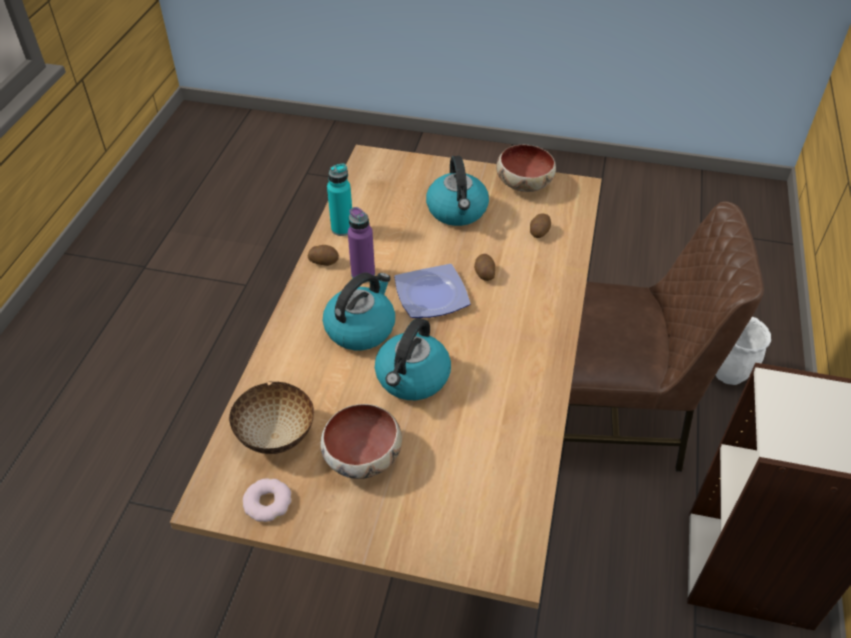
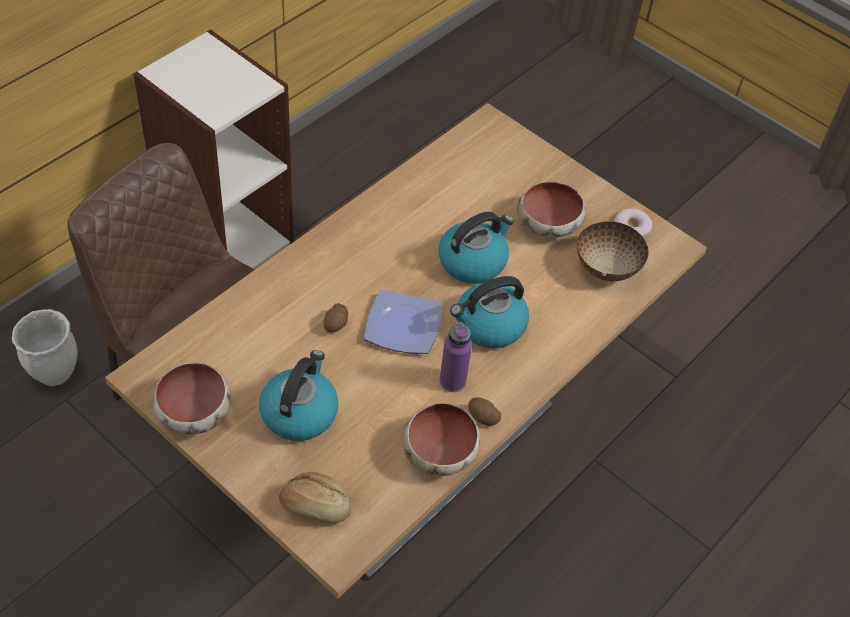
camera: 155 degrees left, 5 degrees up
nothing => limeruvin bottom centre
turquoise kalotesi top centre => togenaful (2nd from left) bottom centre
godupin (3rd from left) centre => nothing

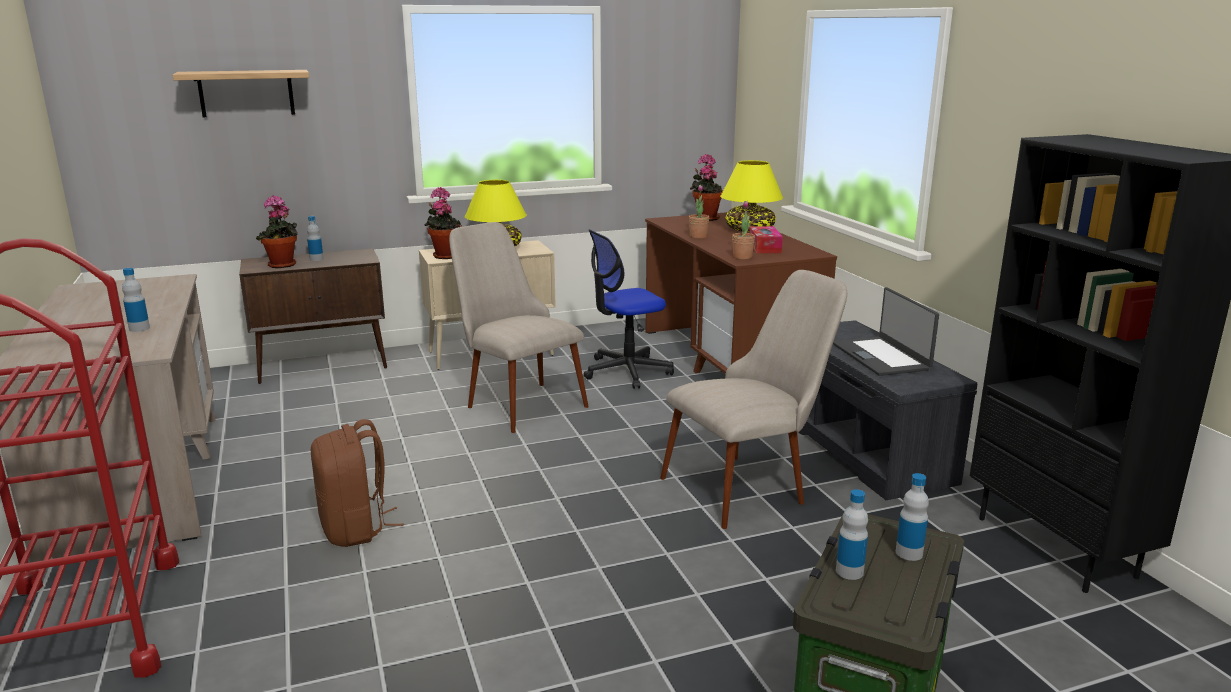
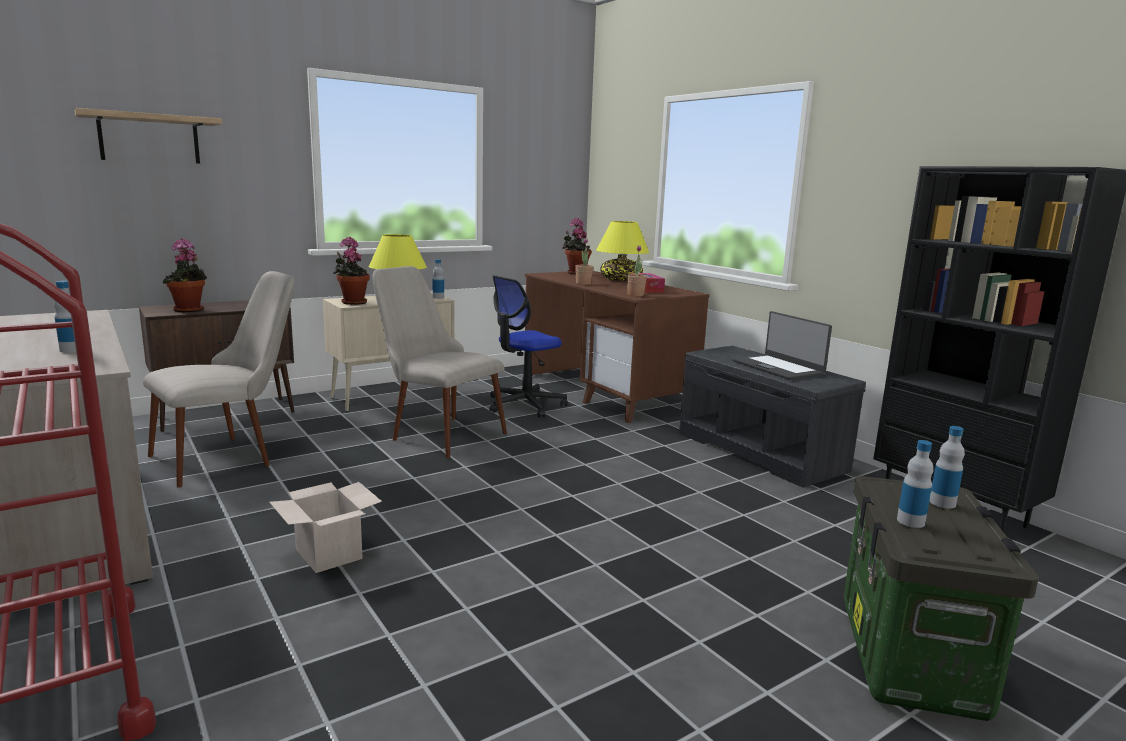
camera: 15 degrees left, 5 degrees down
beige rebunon (2nd from left in the first image) centre => beige rebunon (1st from left) middle left, moved
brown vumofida bottom left => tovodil bottom left
kalotesi (2nd from left) middle left => kalotesi (2nd from left) centre, moved

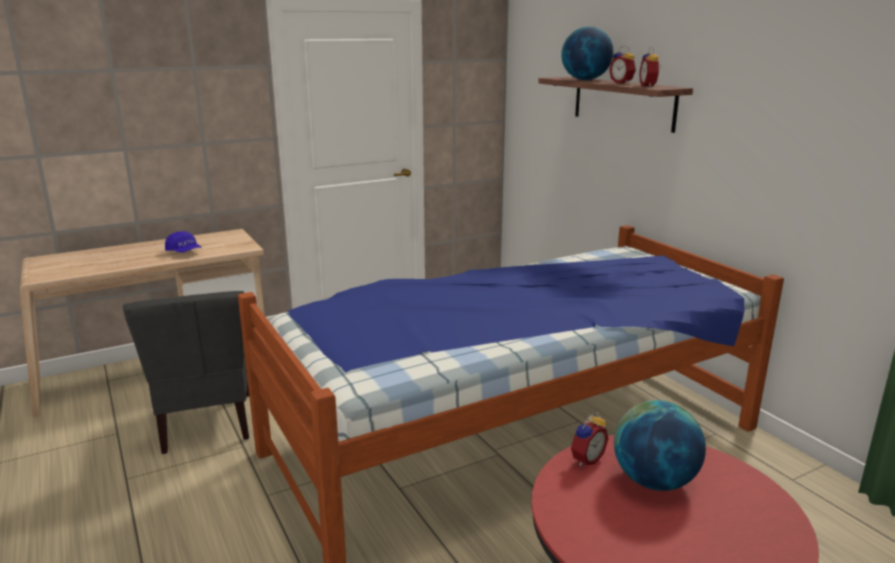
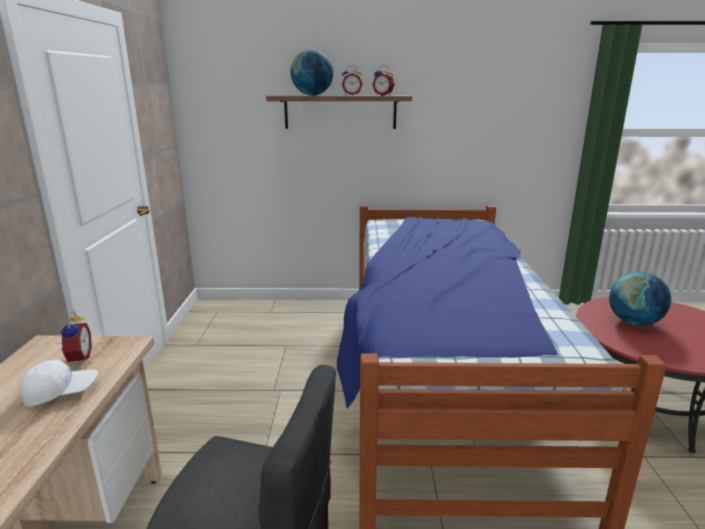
camera: 60 degrees left, 0 degrees up
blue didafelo middle left => white didafelo bottom left
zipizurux (1st from left) bottom centre => zipizurux (1st from left) middle left, moved

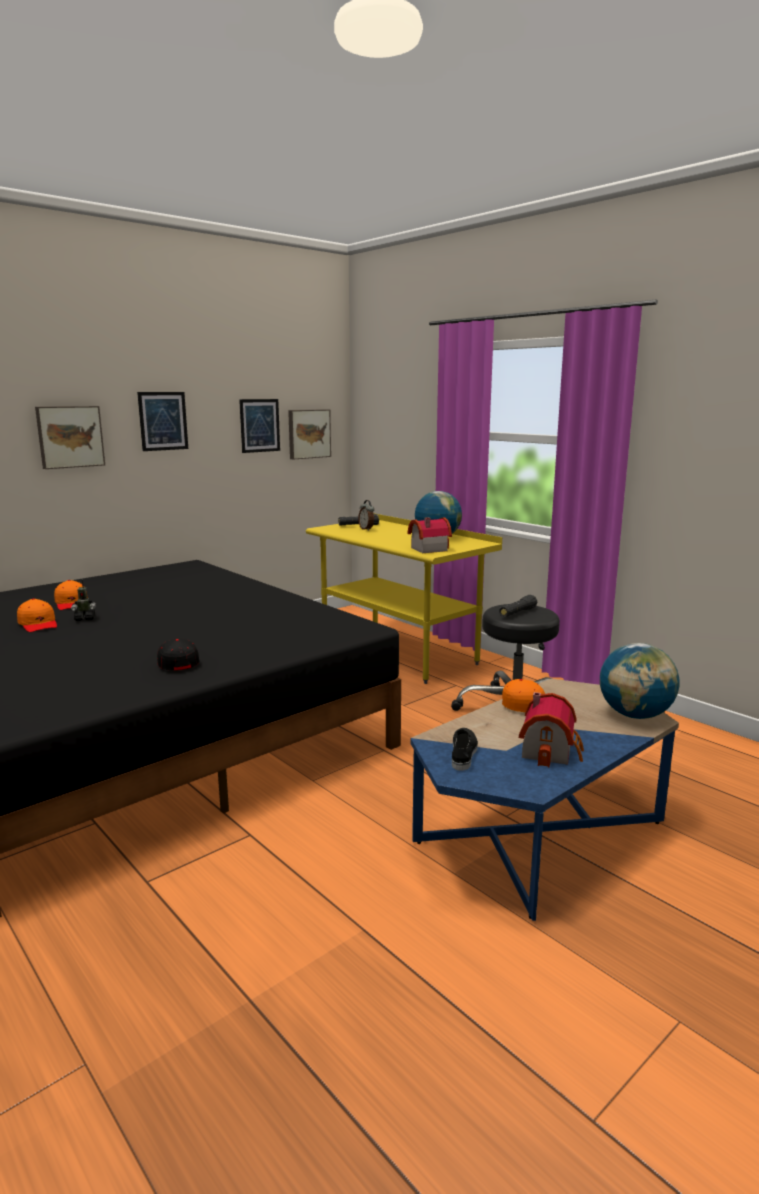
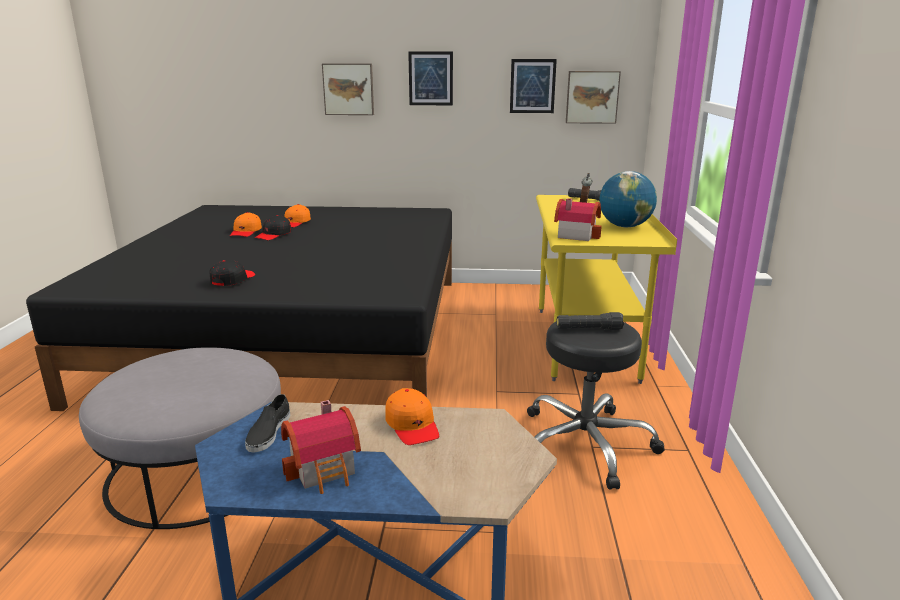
camera: 45 degrees right, 5 degrees up
nothing => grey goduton bottom left
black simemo centre => black simemo bottom left, 135 degrees clockwise
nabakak middle left => black didafelo (2nd from left) middle left
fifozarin (2nd from left) middle right => nothing

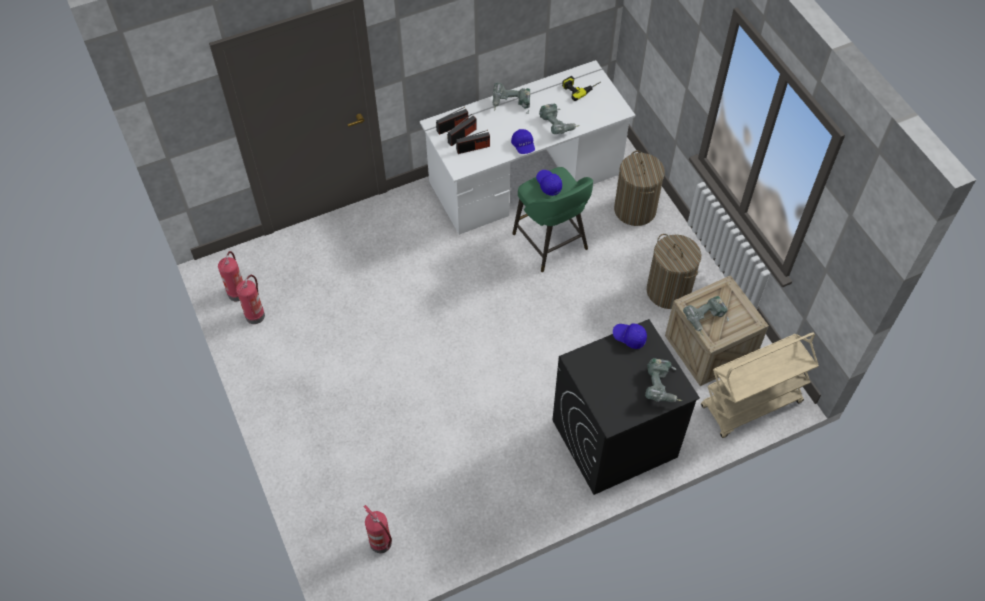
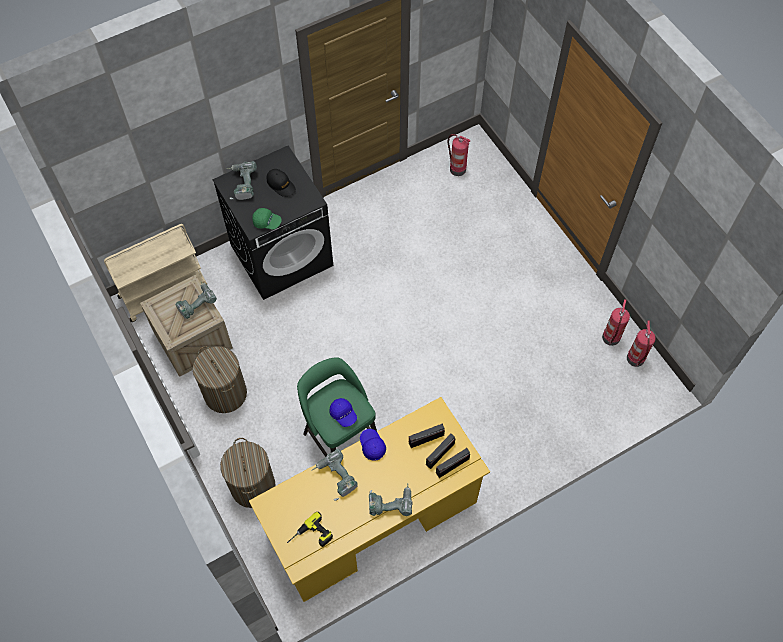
camera: 175 degrees right, 5 degrees up
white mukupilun top centre => yellow mukupilun bottom centre
blue didafelo (3rd from left) centre => green didafelo centre
nothing => black didafelo top centre

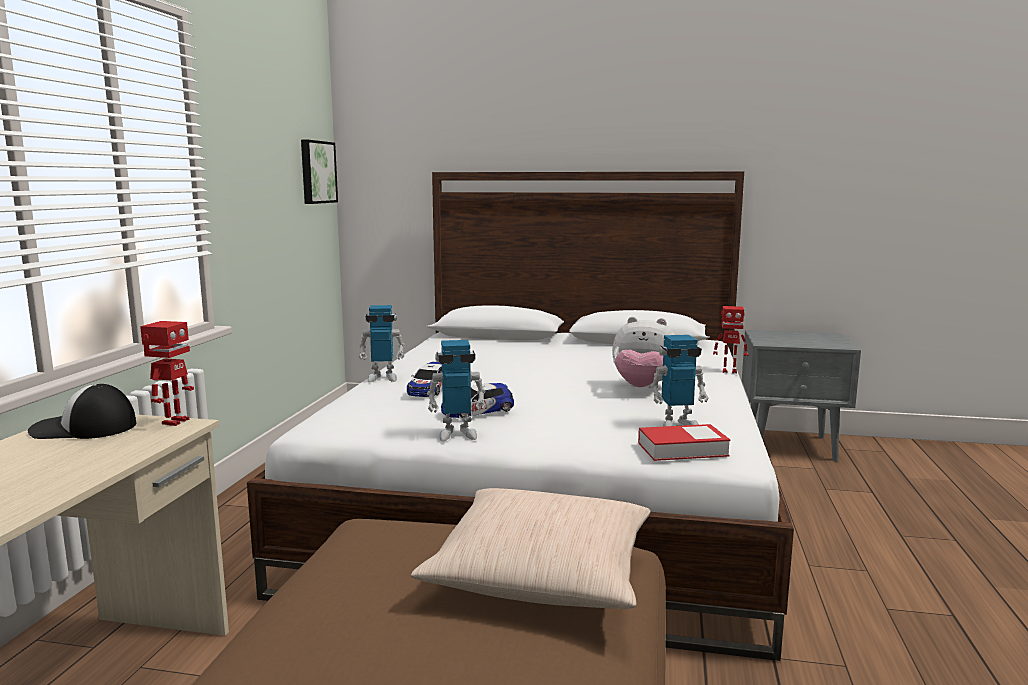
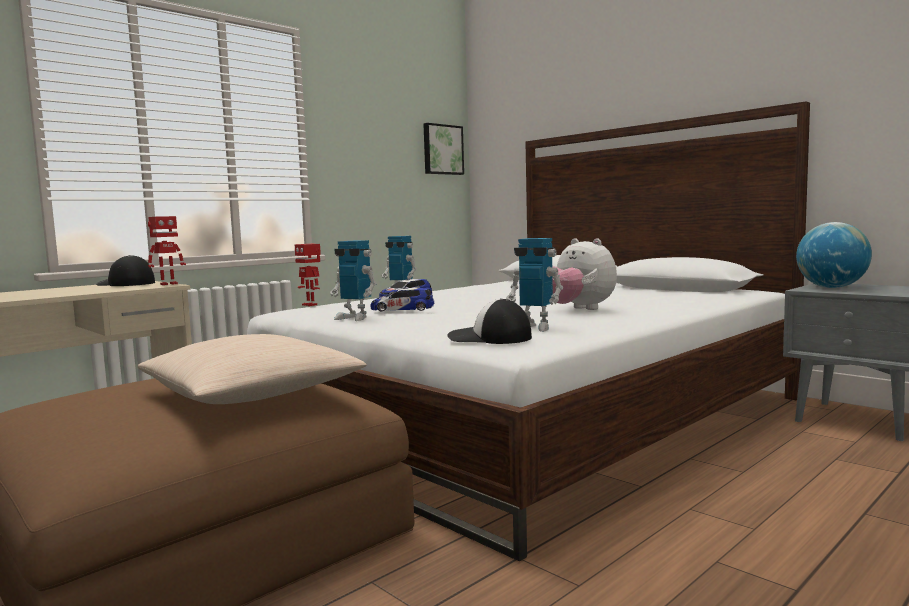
camera: 35 degrees right, 5 degrees down
nabakak (5th from left in the first image) middle right => nabakak (2nd from left) centre, moved
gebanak centre => didafelo (2nd from left) centre
nothing => fifozarin middle right

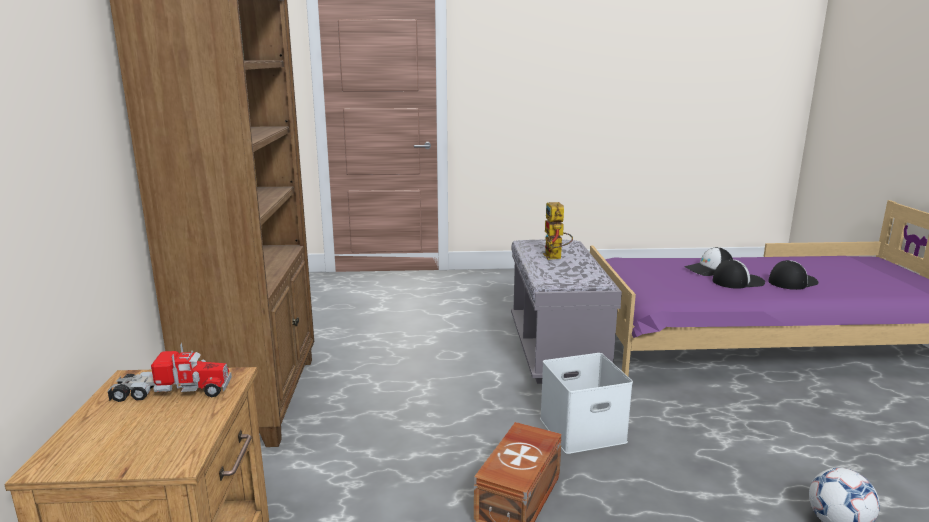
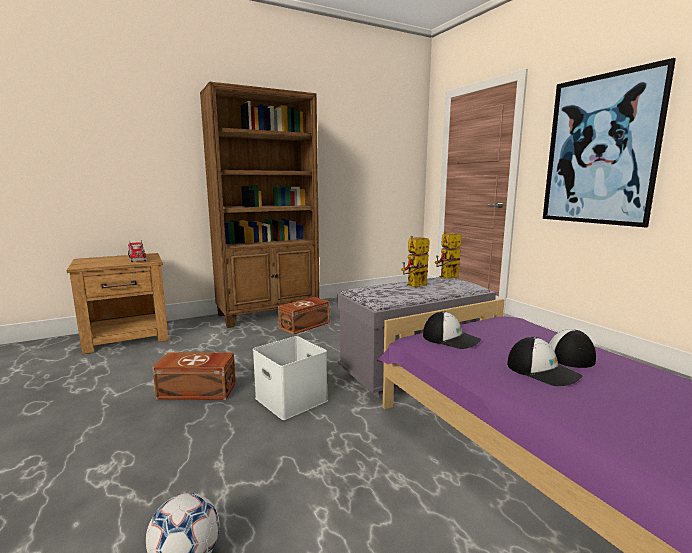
camera: 65 degrees right, 5 degrees down
nothing => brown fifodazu (2nd from left) centre
didafelo (3rd from left in the first image) middle right => didafelo (1st from left) centre, moved
nothing => nabakak (2nd from left) centre
nothing => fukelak top right

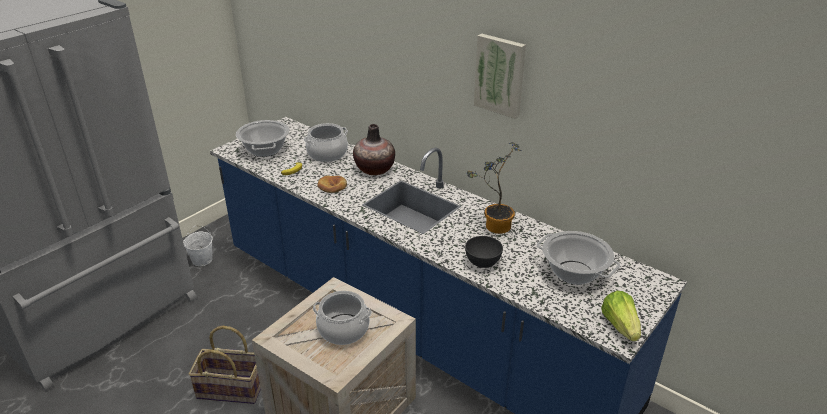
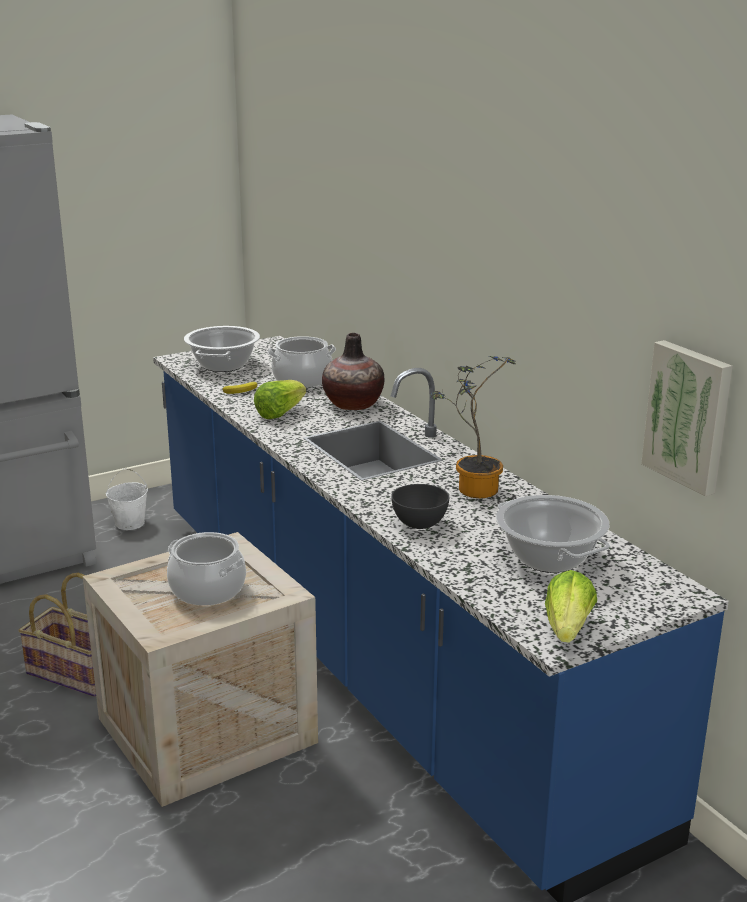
camera: 20 degrees right, 10 degrees down
limeruvin centre => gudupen (1st from left) centre
fukelak top centre => fukelak middle right, moved

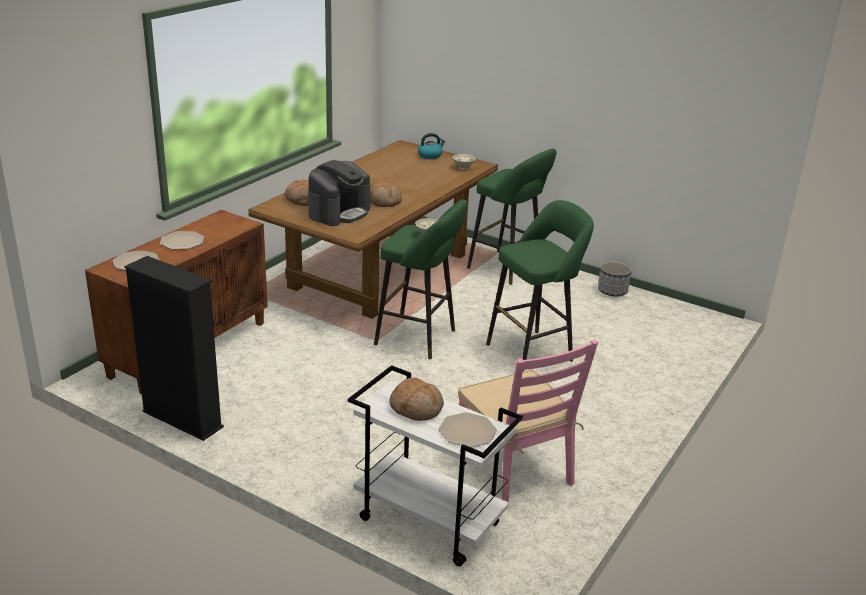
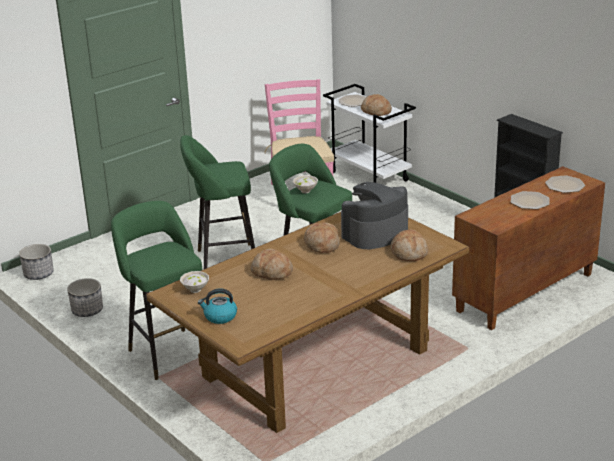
camera: 160 degrees left, 0 degrees up
nothing => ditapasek (1st from left) middle left
nothing => limeruvin (1st from left) centre

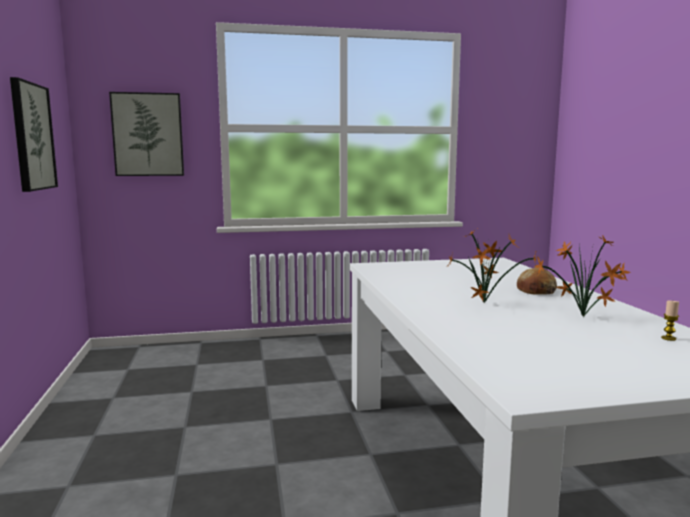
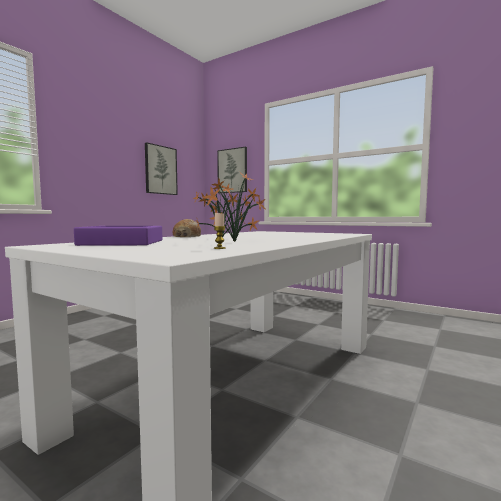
camera: 45 degrees right, 5 degrees down
nothing => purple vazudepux middle left
limeruvin middle right => limeruvin centre, moved

